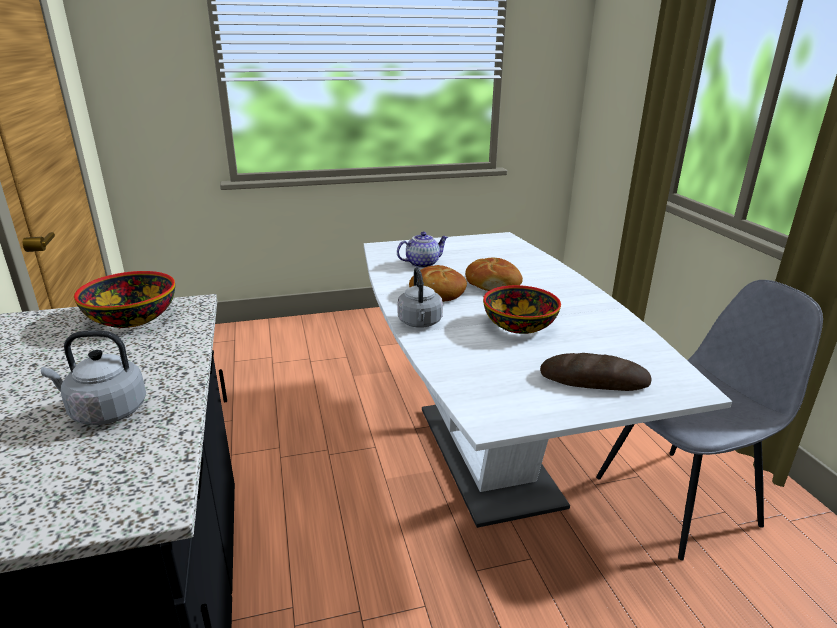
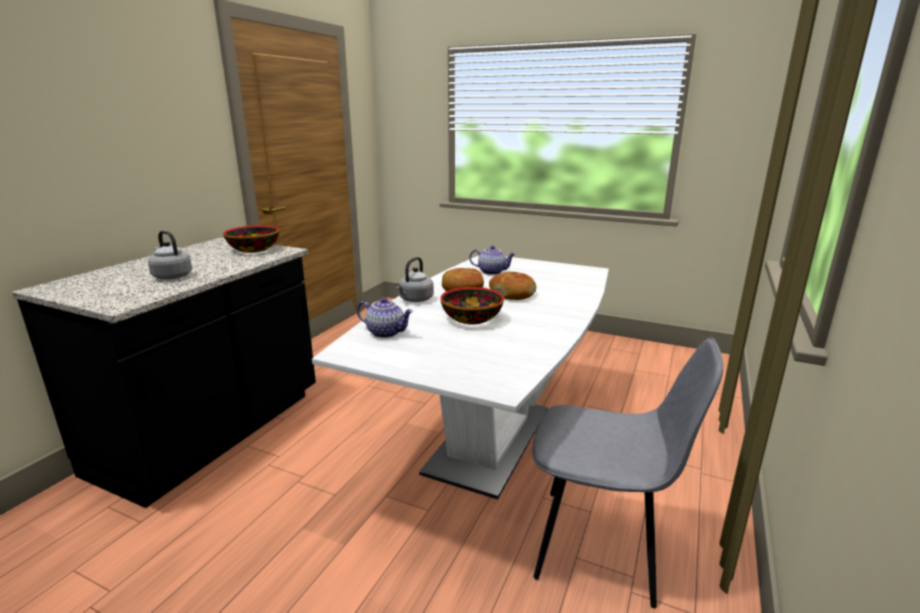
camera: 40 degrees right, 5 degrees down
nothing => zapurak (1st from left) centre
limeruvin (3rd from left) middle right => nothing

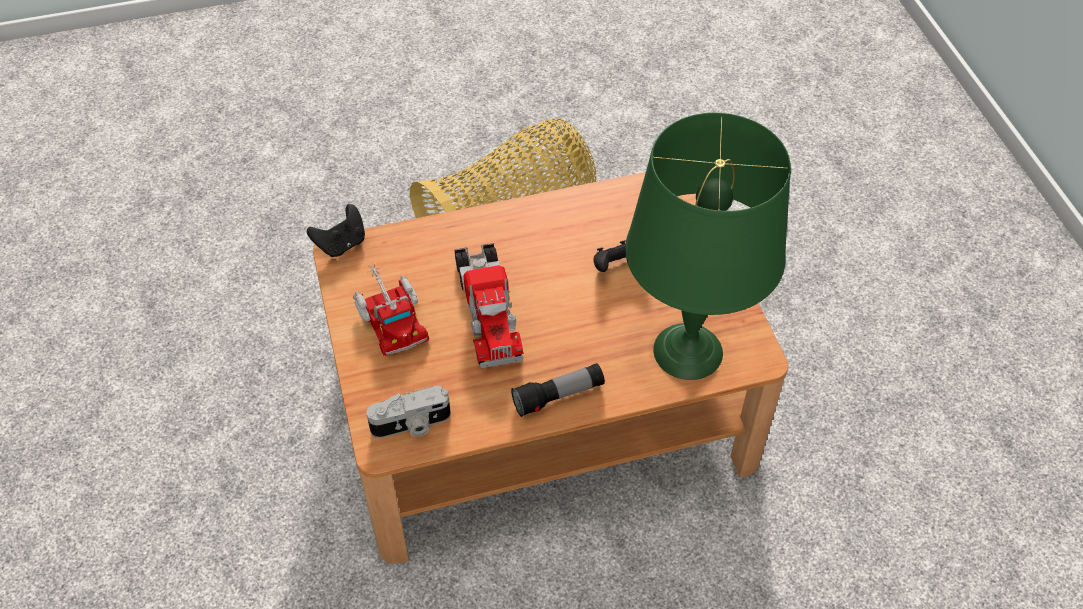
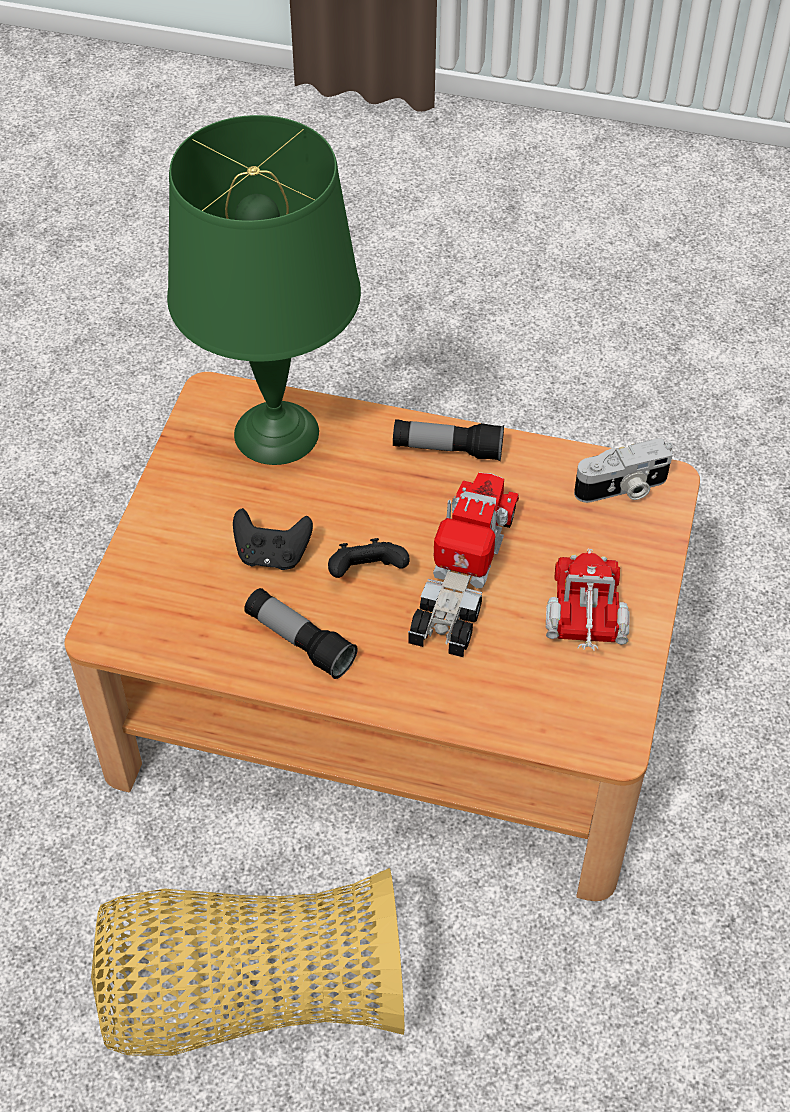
camera: 150 degrees left, 0 degrees up
nothing => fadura (1st from left) centre
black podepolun (1st from left in the first image) middle left => black podepolun (2nd from left) centre, moved
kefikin bottom centre => kefikin middle right, 150 degrees clockwise

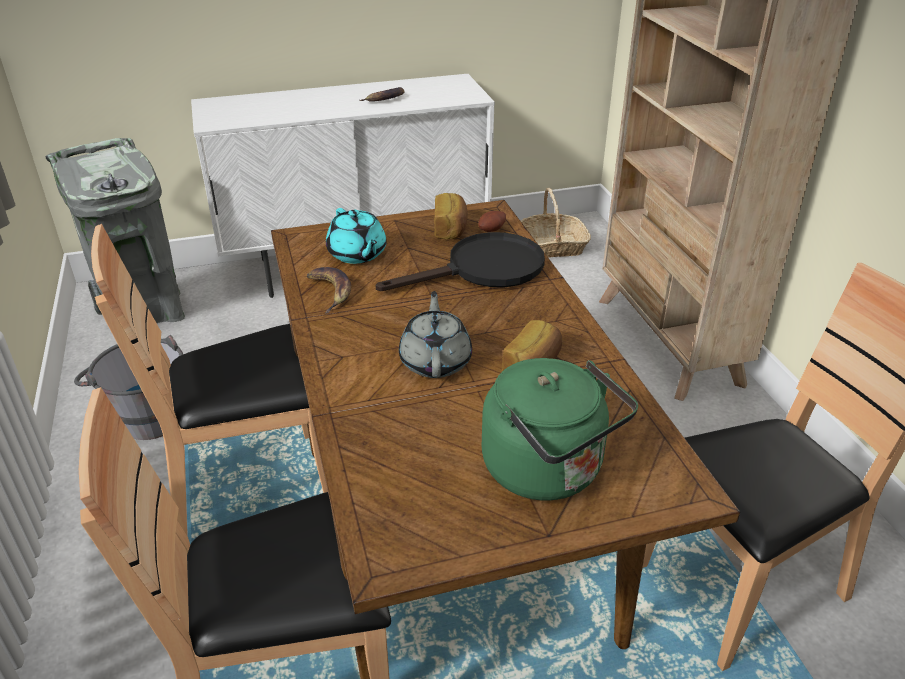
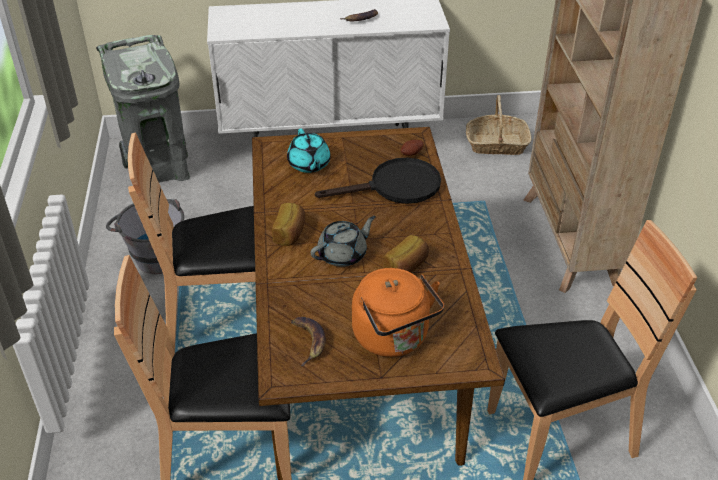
camera: 10 degrees right, 5 degrees up
limeruvin (1st from left) top centre => limeruvin (1st from left) centre, moved
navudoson (1st from left) centre => navudoson (1st from left) bottom centre, moved
grey zapurak centre, 45 degrees clockwise
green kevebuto centre => orange kevebuto centre

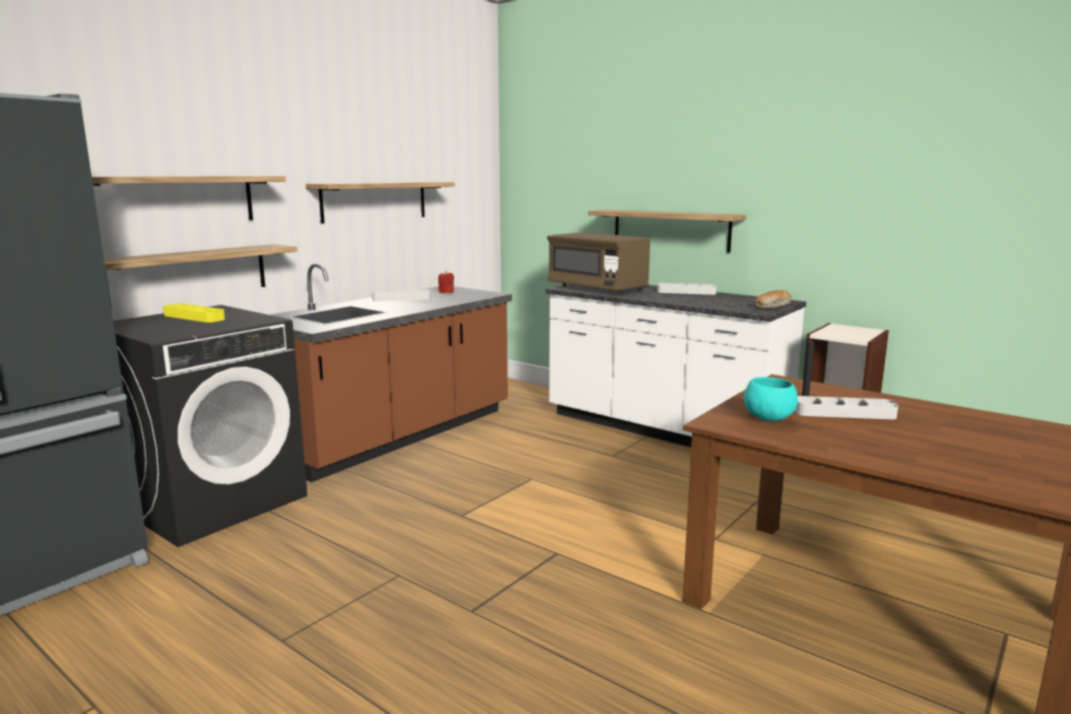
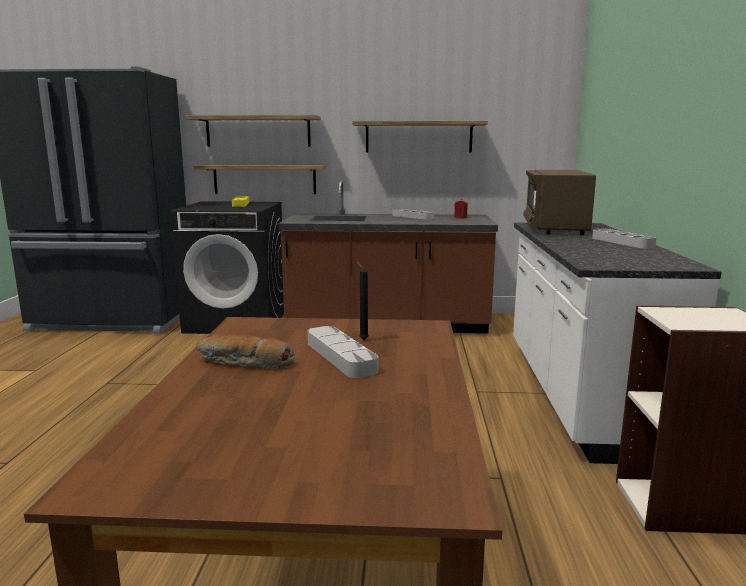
camera: 55 degrees right, 0 degrees up
limeruvin middle right => limeruvin middle left, moved
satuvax (4th from left) top centre => nothing
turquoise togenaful middle right => nothing

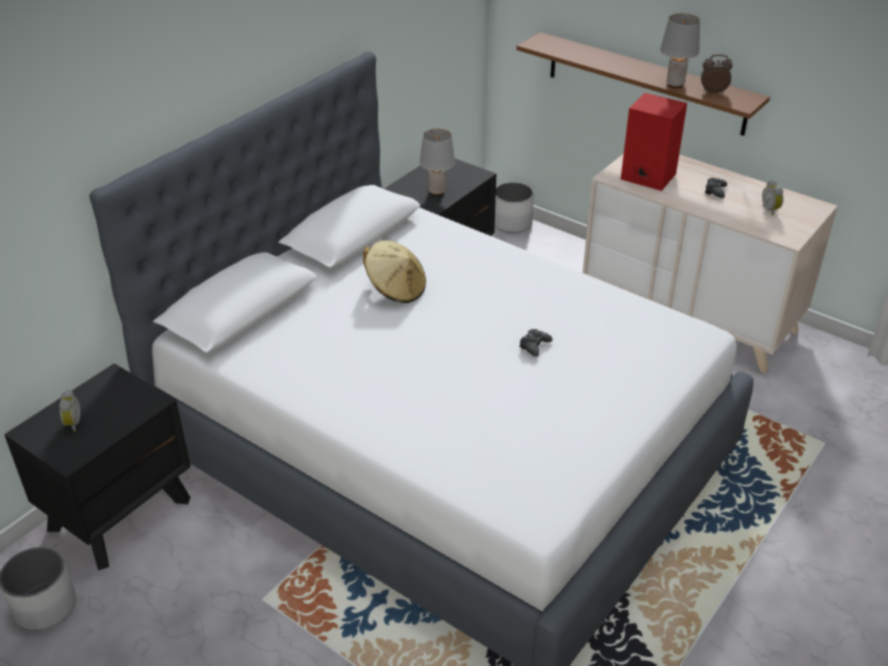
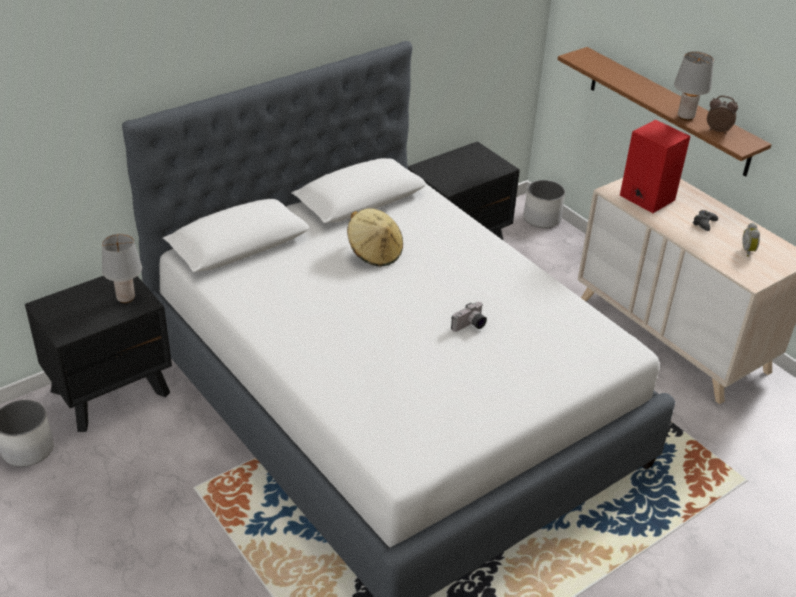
camera: 15 degrees right, 0 degrees up
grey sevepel (1st from left) top centre => grey sevepel (1st from left) middle left, moved
black podepolun (1st from left) centre => kefikin centre
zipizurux (1st from left) middle left => nothing

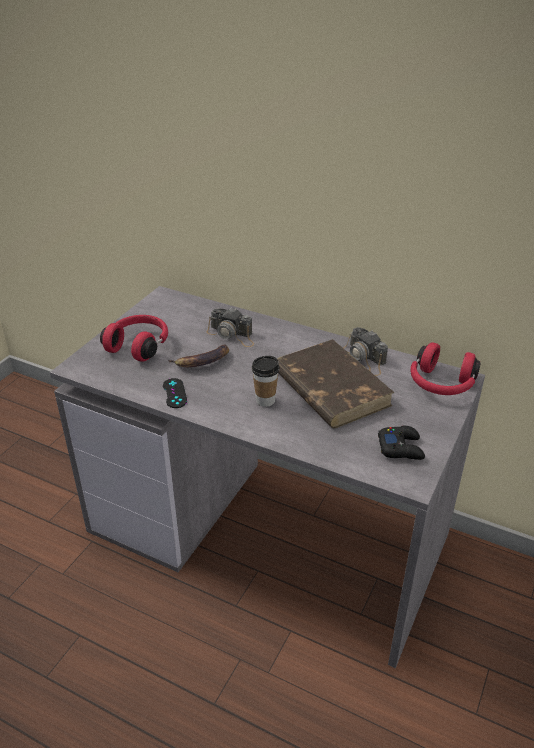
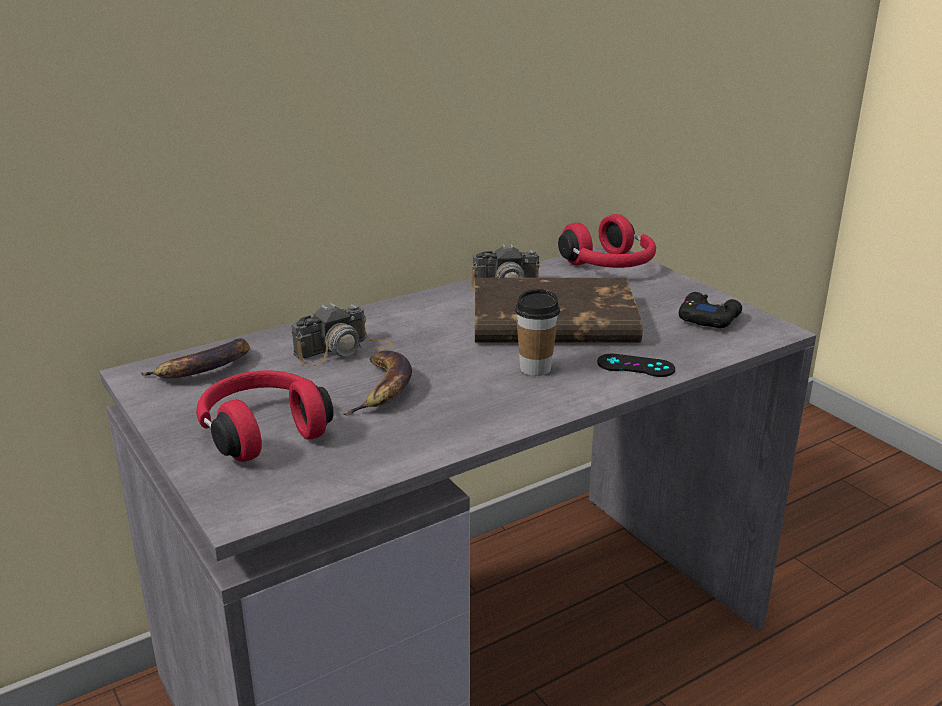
camera: 60 degrees left, 10 degrees down
nothing => navudoson (1st from left) middle left
black podepolun (1st from left) middle left => black podepolun (1st from left) middle right, moved

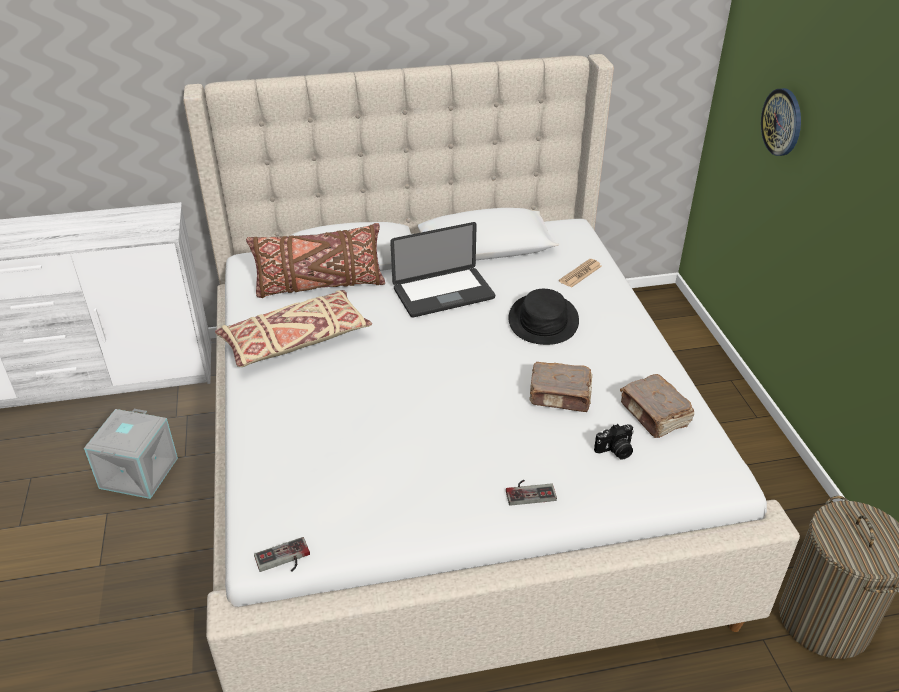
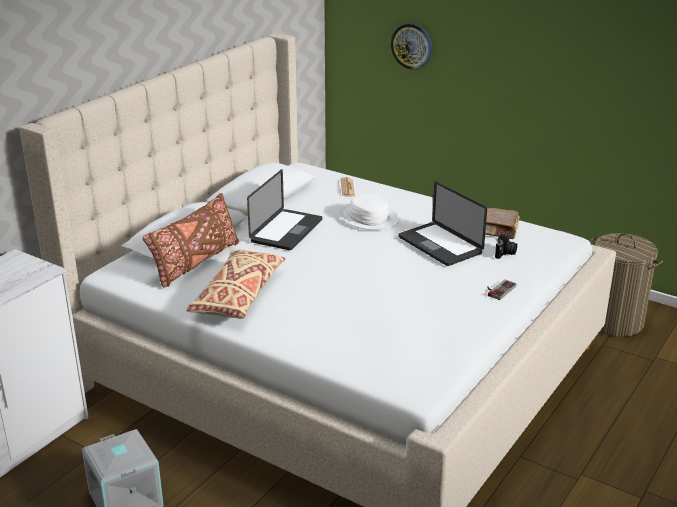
camera: 45 degrees left, 10 degrees down
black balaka centre => white balaka centre
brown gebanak (1st from left) centre => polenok (2nd from left) centre
podepolun (1st from left) bottom left => nothing

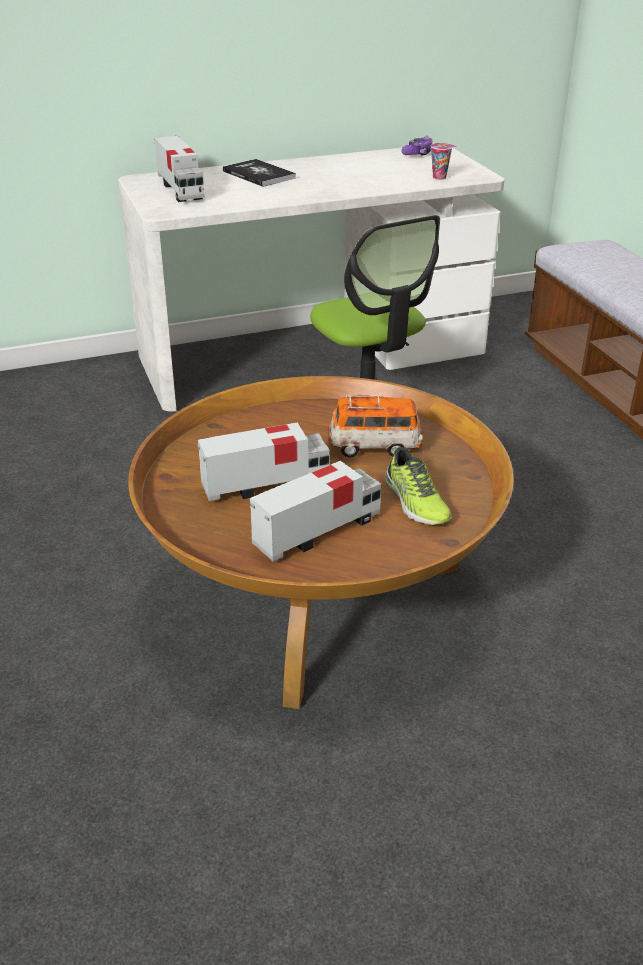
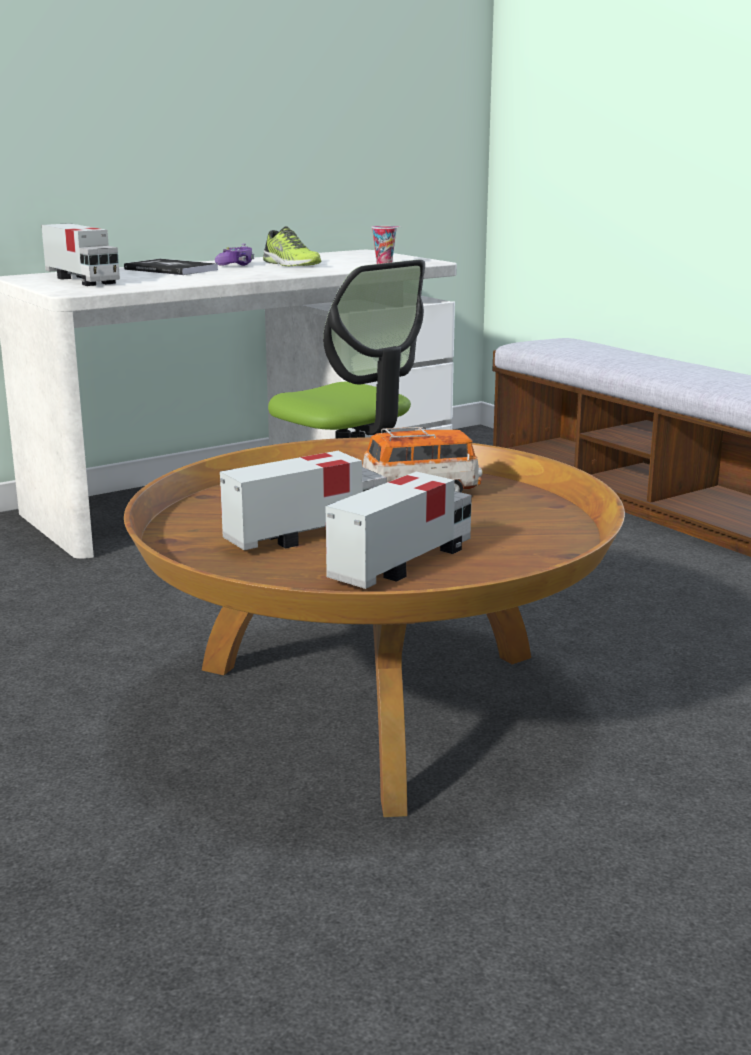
camera: 15 degrees left, 15 degrees down
podepolun top centre => podepolun top left, moved
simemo centre => simemo top centre, moved

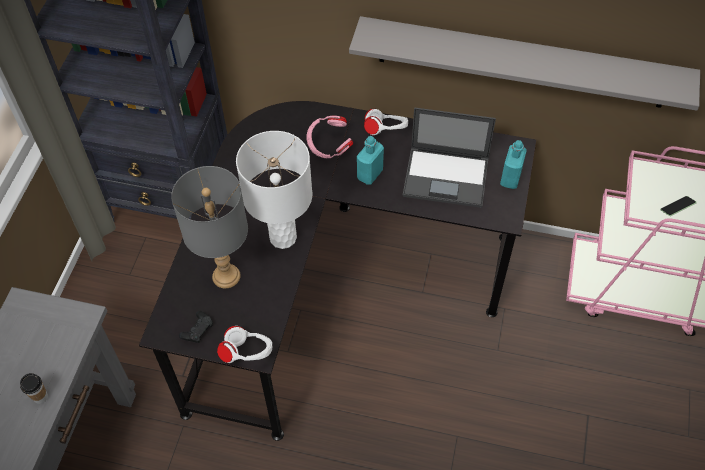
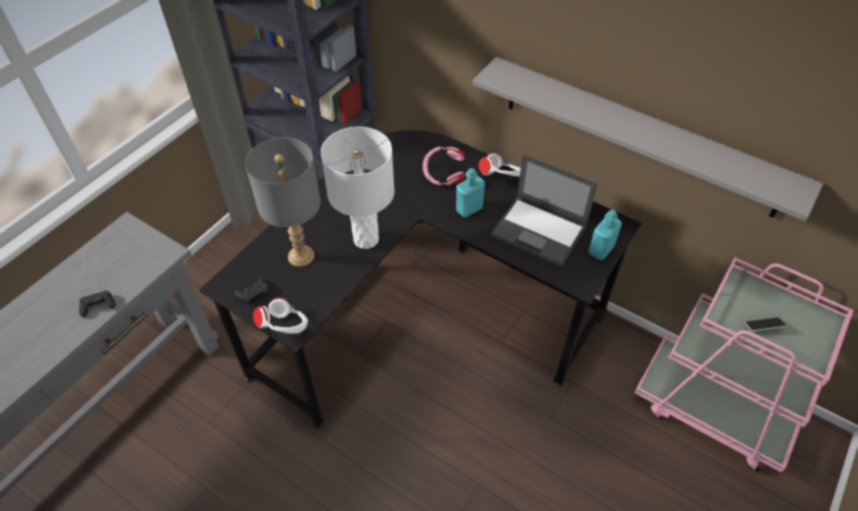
camera: 20 degrees right, 5 degrees down
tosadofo bottom left => black podepolun (1st from left) middle left

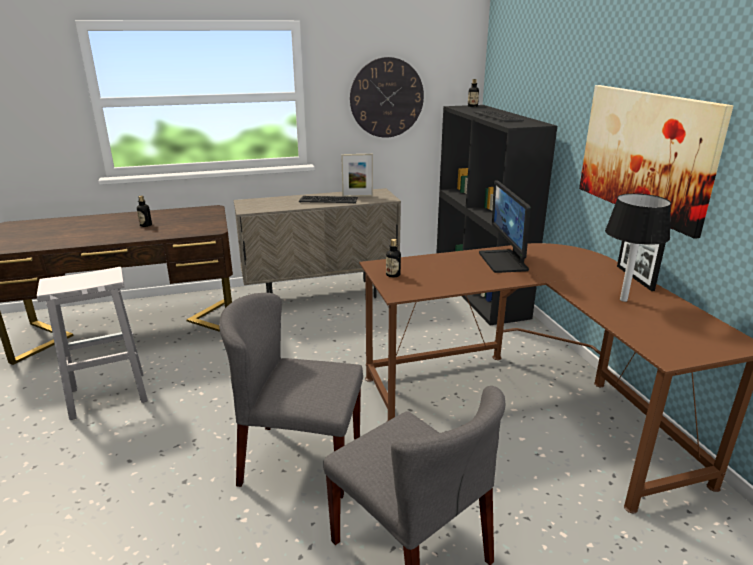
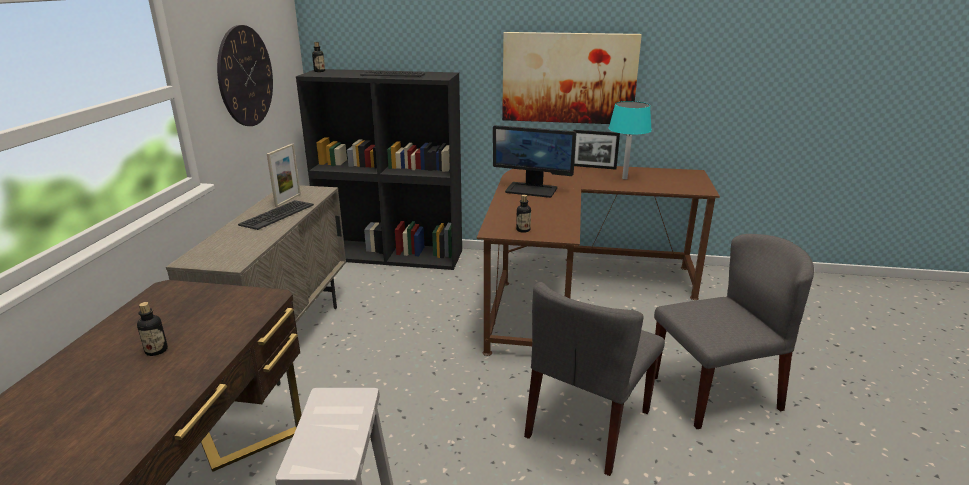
camera: 65 degrees left, 0 degrees up
black sevepel middle right => turquoise sevepel top centre

